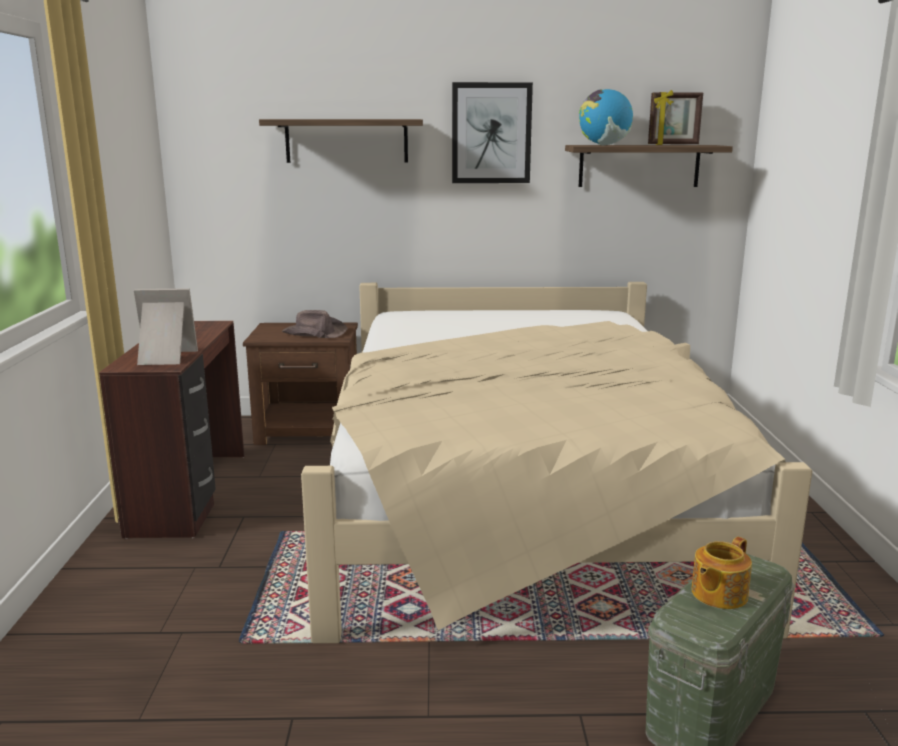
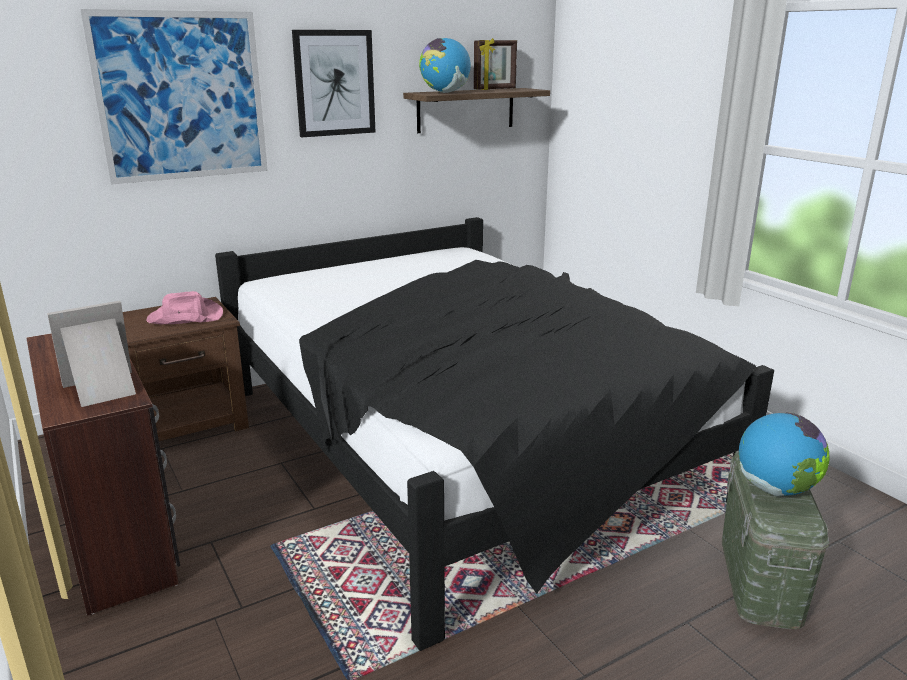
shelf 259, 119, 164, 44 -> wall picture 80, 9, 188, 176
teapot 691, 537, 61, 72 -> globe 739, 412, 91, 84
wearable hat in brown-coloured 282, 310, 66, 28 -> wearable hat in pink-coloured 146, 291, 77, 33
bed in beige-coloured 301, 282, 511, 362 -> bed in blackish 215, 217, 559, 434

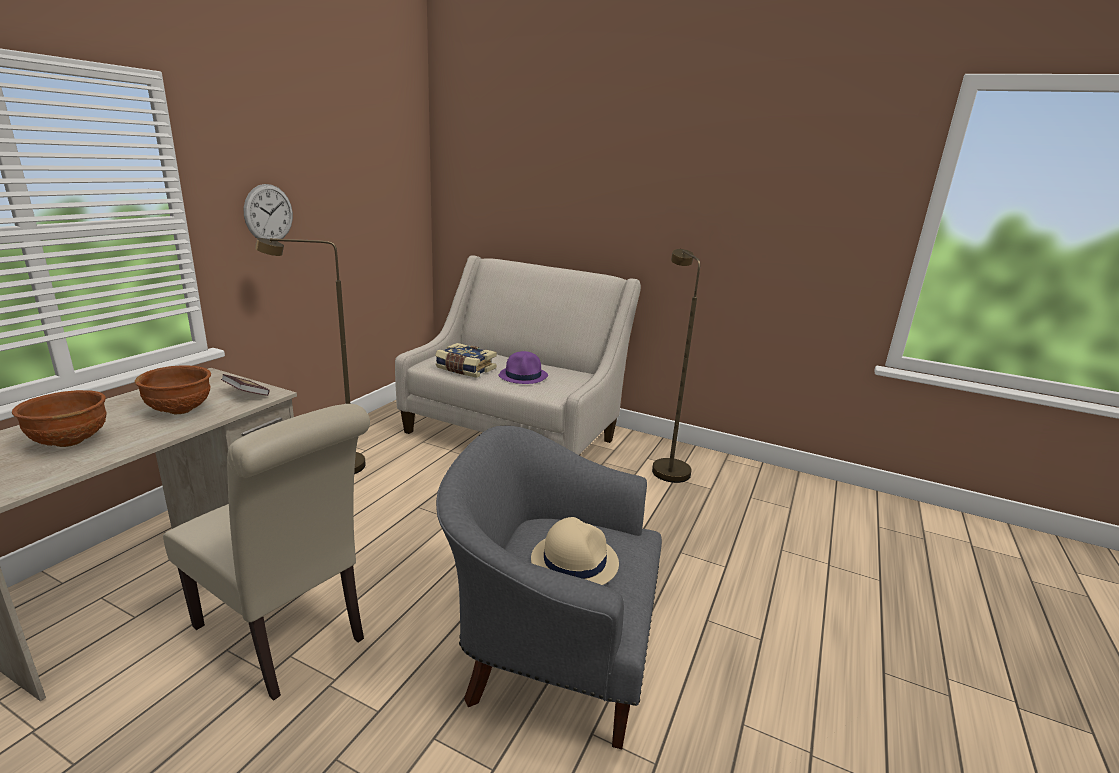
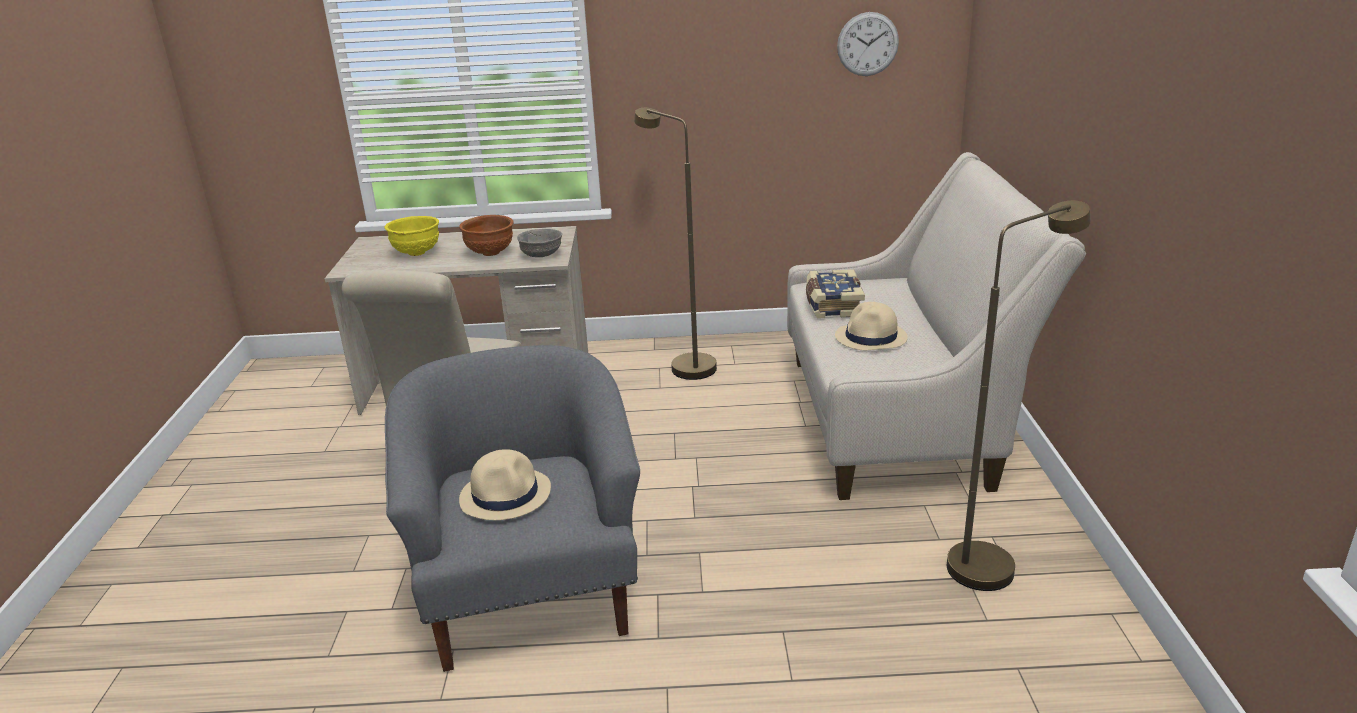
clock on the wall 244, 184, 49, 58 -> clock on the wall 837, 12, 62, 64, moved
book 221, 374, 49, 22 -> serving bowl in gray 517, 229, 45, 28
serving bowl in brown-coloured 12, 390, 94, 57 -> serving bowl in yellow-coloured 385, 216, 54, 40
wearable hat in purple-coloured 499, 351, 49, 33 -> wearable hat in beige-coloured 835, 302, 73, 48

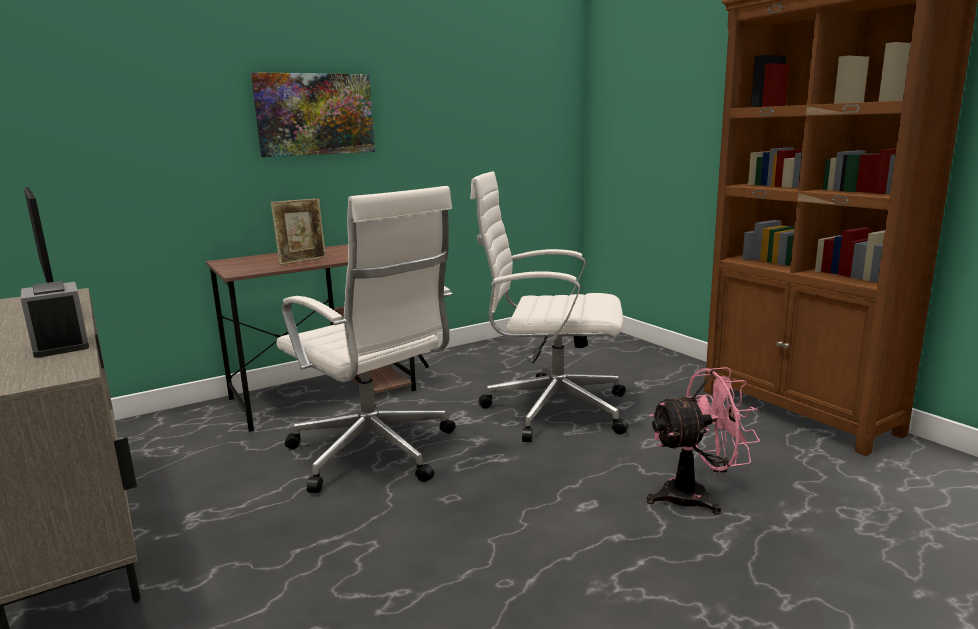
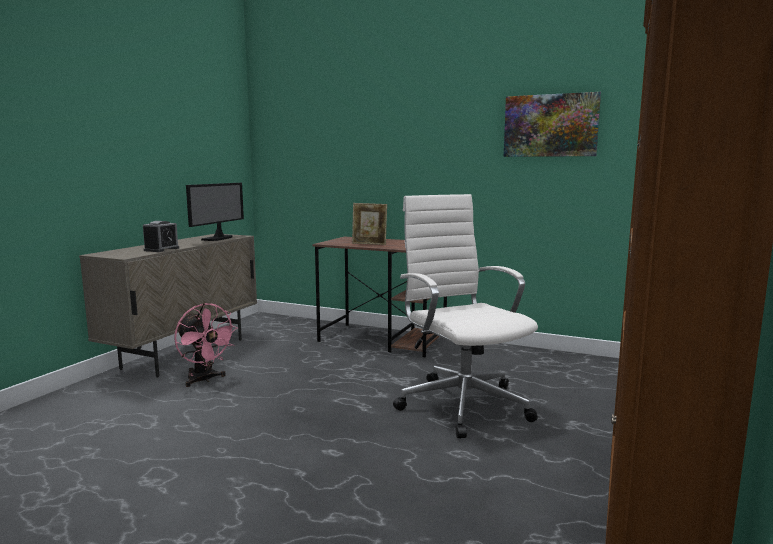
desk chair in whitish 276, 186, 180, 307 -> none
wall picture 251, 72, 124, 85 -> wall picture 504, 92, 97, 65, moved
cooling fan in pink-coloured 647, 367, 113, 148 -> cooling fan in pink-coloured 174, 303, 64, 84, moved

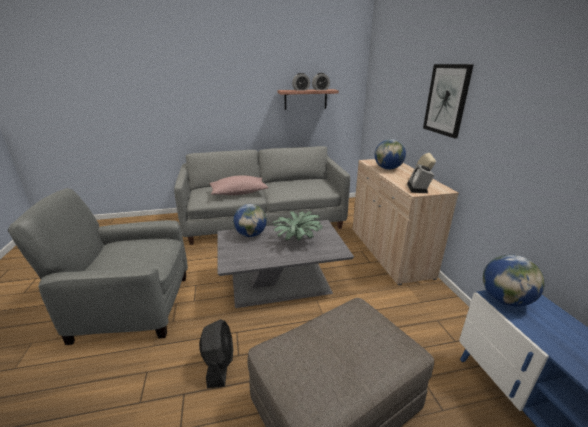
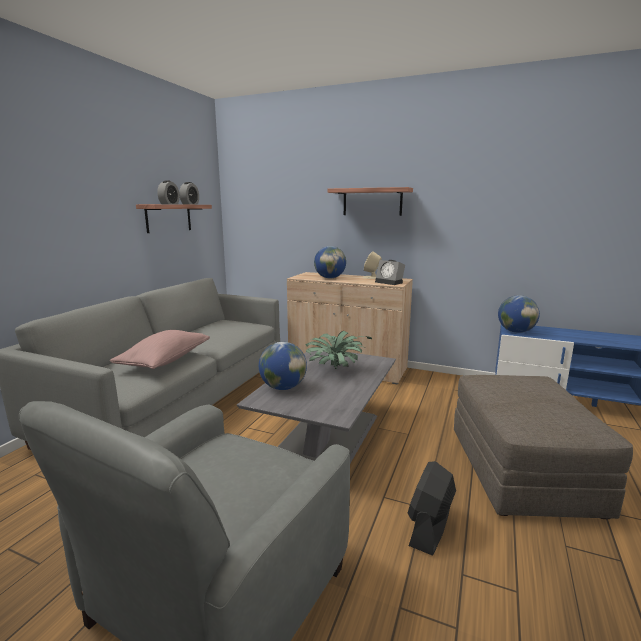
wall picture 423, 64, 51, 74 -> shelf 327, 187, 86, 29
cooling fan in blackish 199, 319, 34, 69 -> cooling fan in blackish 408, 461, 48, 95, 90 degrees counterclockwise

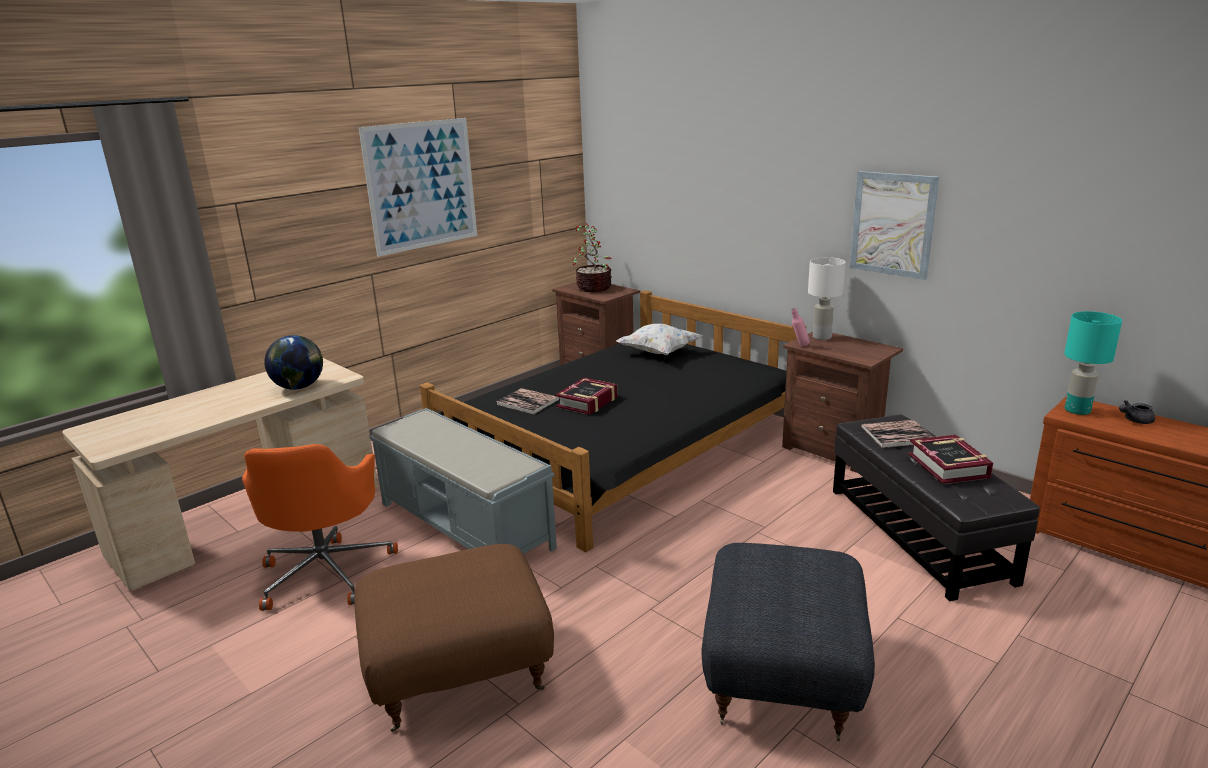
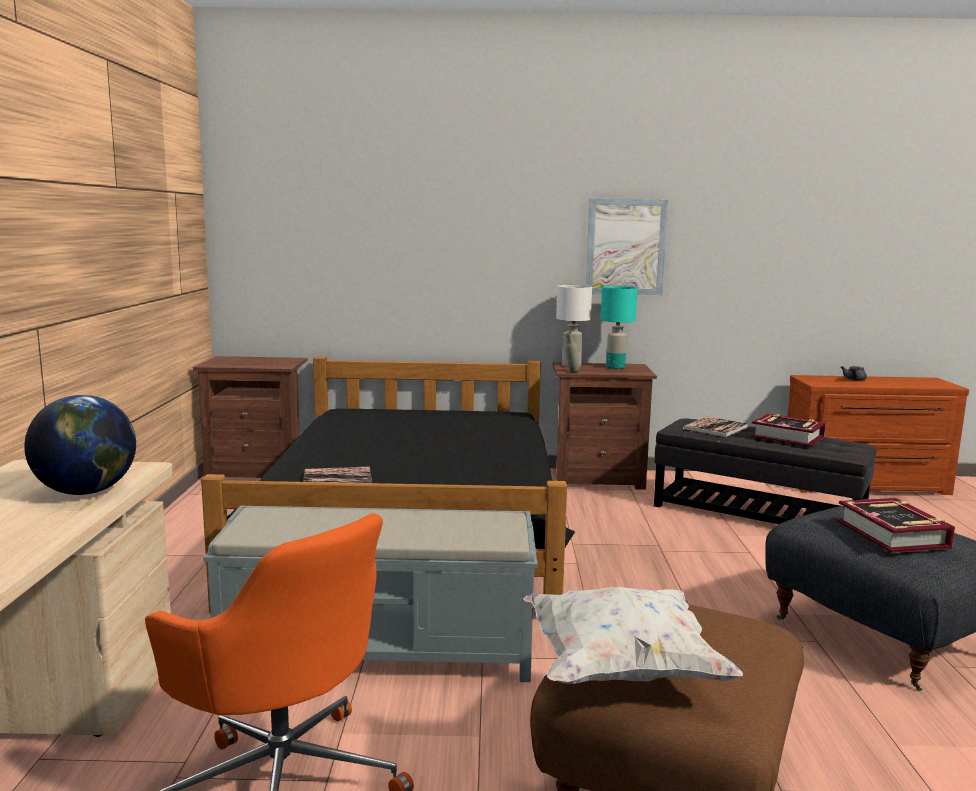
wall picture 358, 118, 119, 139 -> none
plant in a pot 571, 224, 41, 68 -> none
book 555, 378, 63, 37 -> book 837, 498, 118, 55, moved
pillow in whitish 616, 324, 86, 31 -> pillow in whitish 524, 587, 219, 97, moved
tabletop lamp in turquoise 1064, 311, 58, 104 -> tabletop lamp in turquoise 601, 286, 36, 83, moved
bottle in pink-coloured 791, 308, 19, 39 -> bottle in gray 565, 332, 15, 40

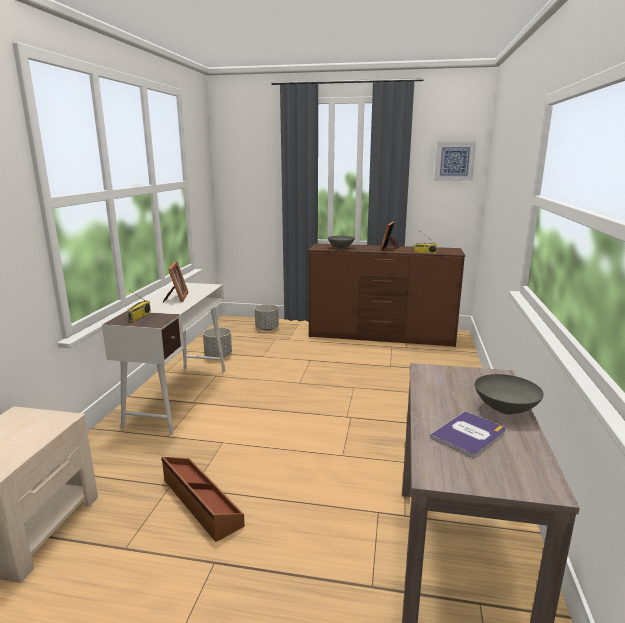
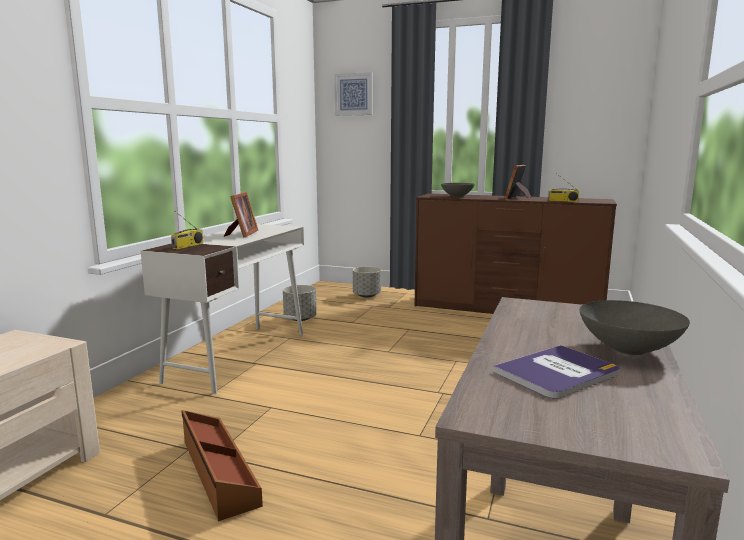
wall picture 434, 142, 42, 39 -> wall picture 334, 72, 39, 44, moved

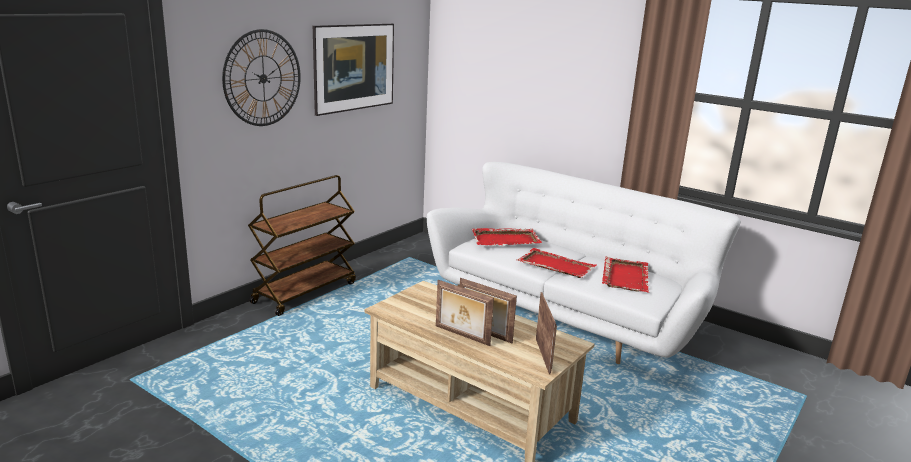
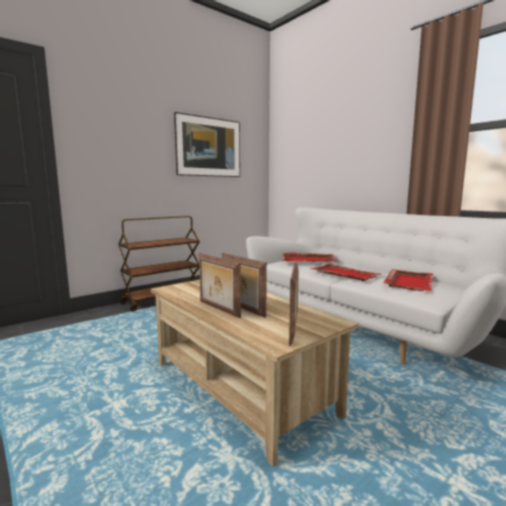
clock on the wall 222, 29, 79, 97 -> none

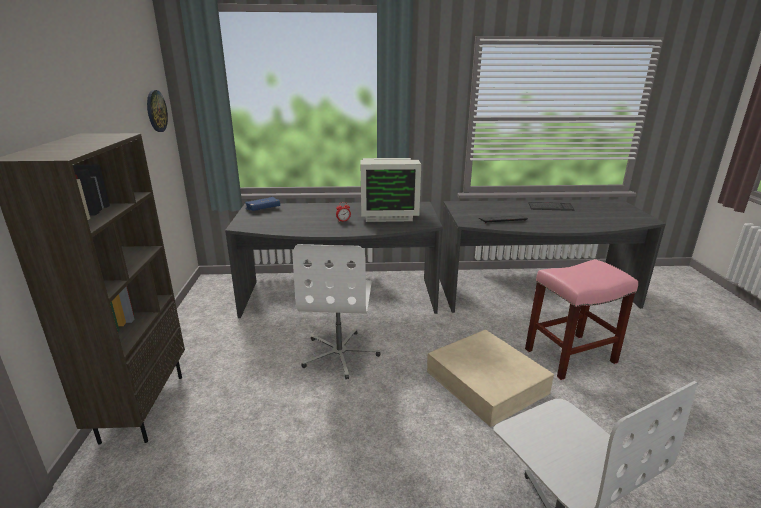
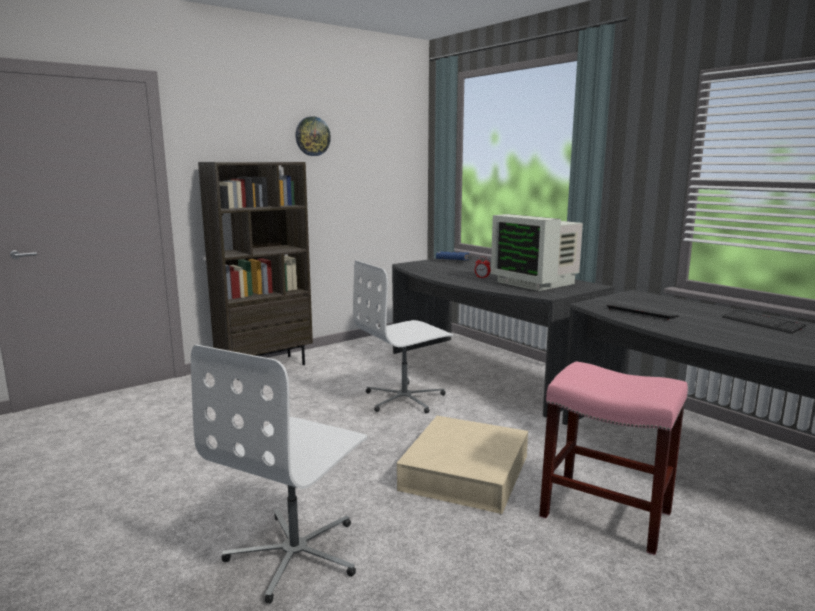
clock on the wall 147, 90, 21, 42 -> clock on the wall 295, 116, 36, 40, moved

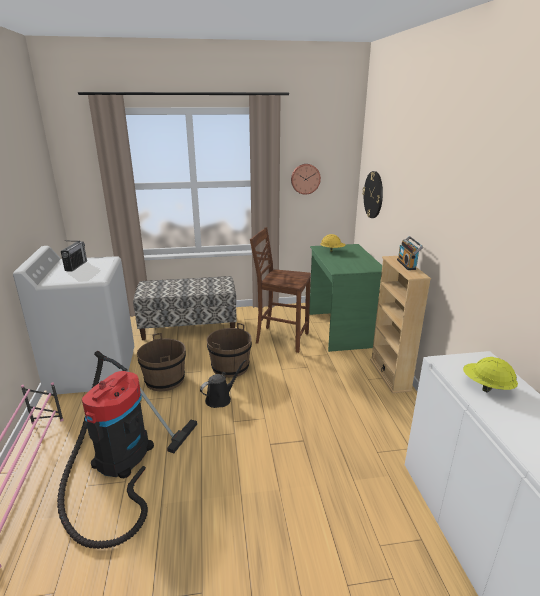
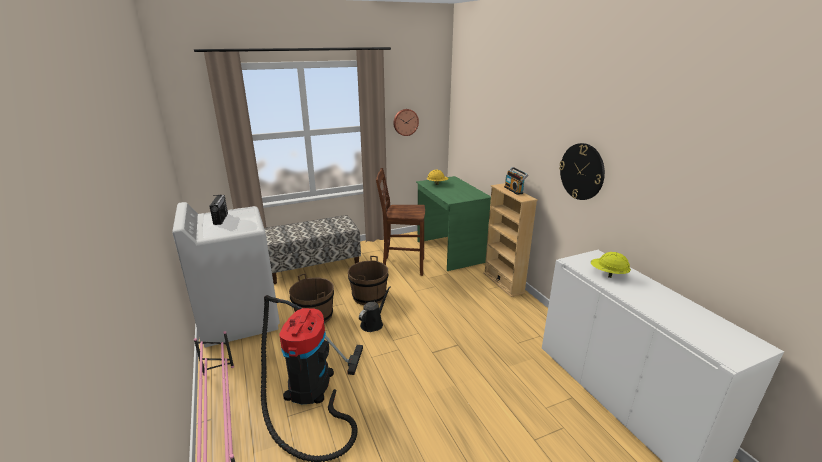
clock on the wall 362, 171, 21, 47 -> clock on the wall 559, 143, 46, 57, moved

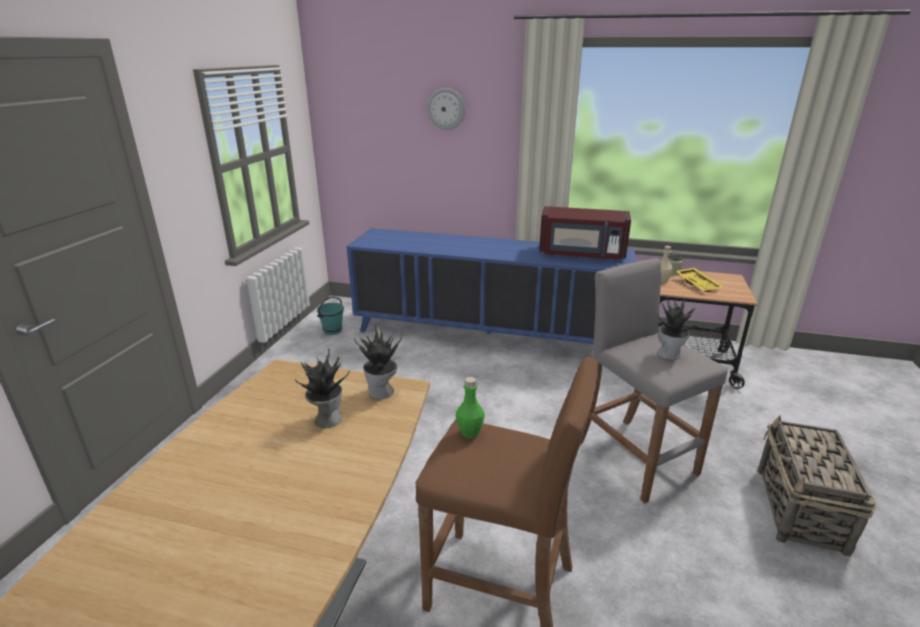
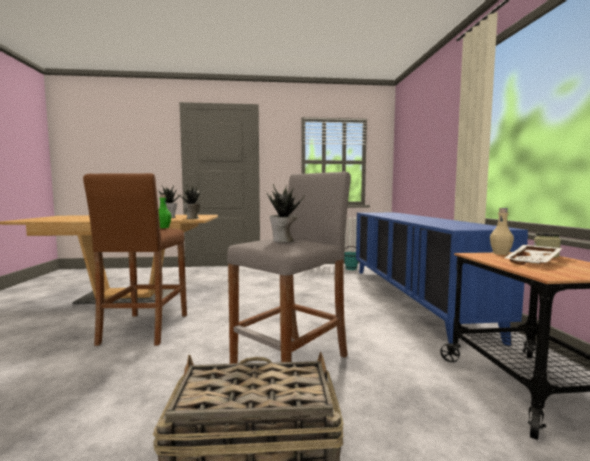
clock on the wall 427, 88, 38, 42 -> none
microwave in red-coloured 539, 206, 92, 54 -> none
tray in yellow-coloured 676, 268, 47, 24 -> tray in whitish 505, 245, 57, 20

